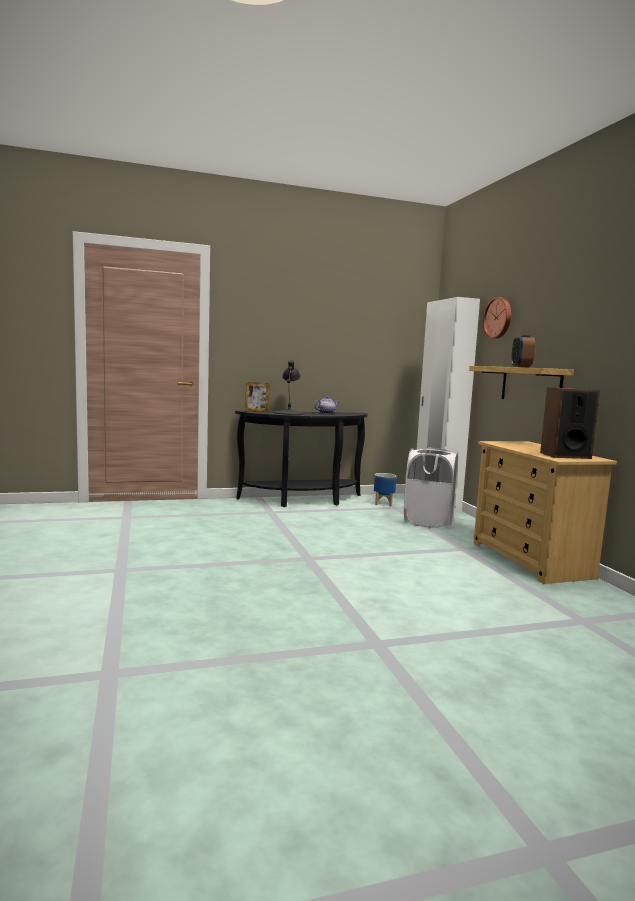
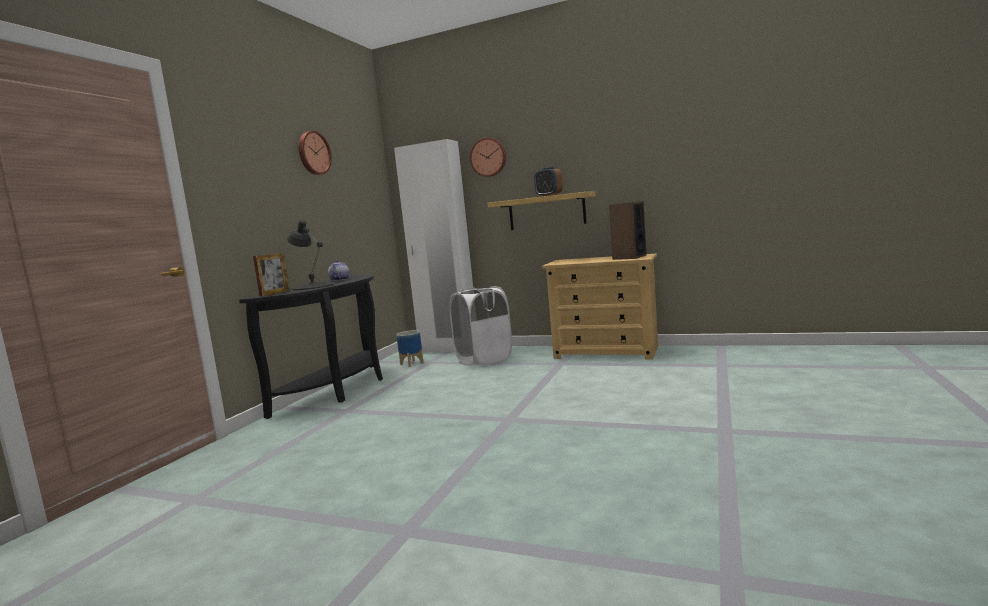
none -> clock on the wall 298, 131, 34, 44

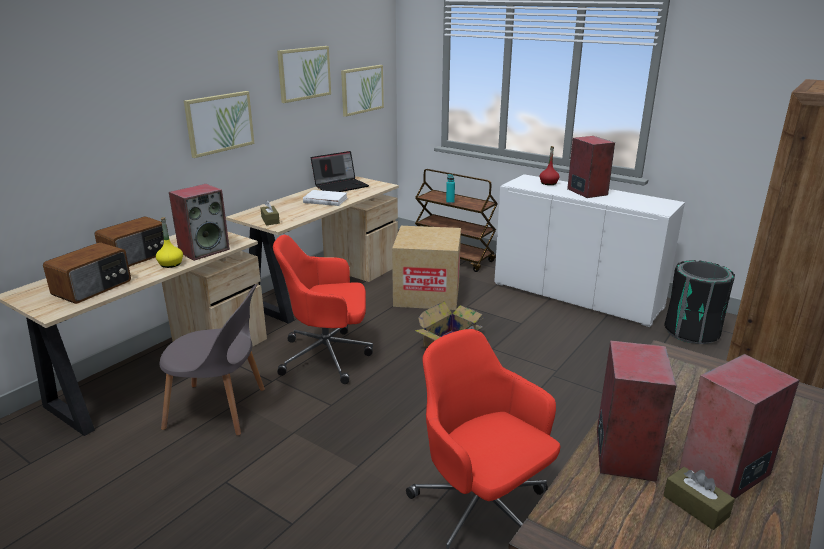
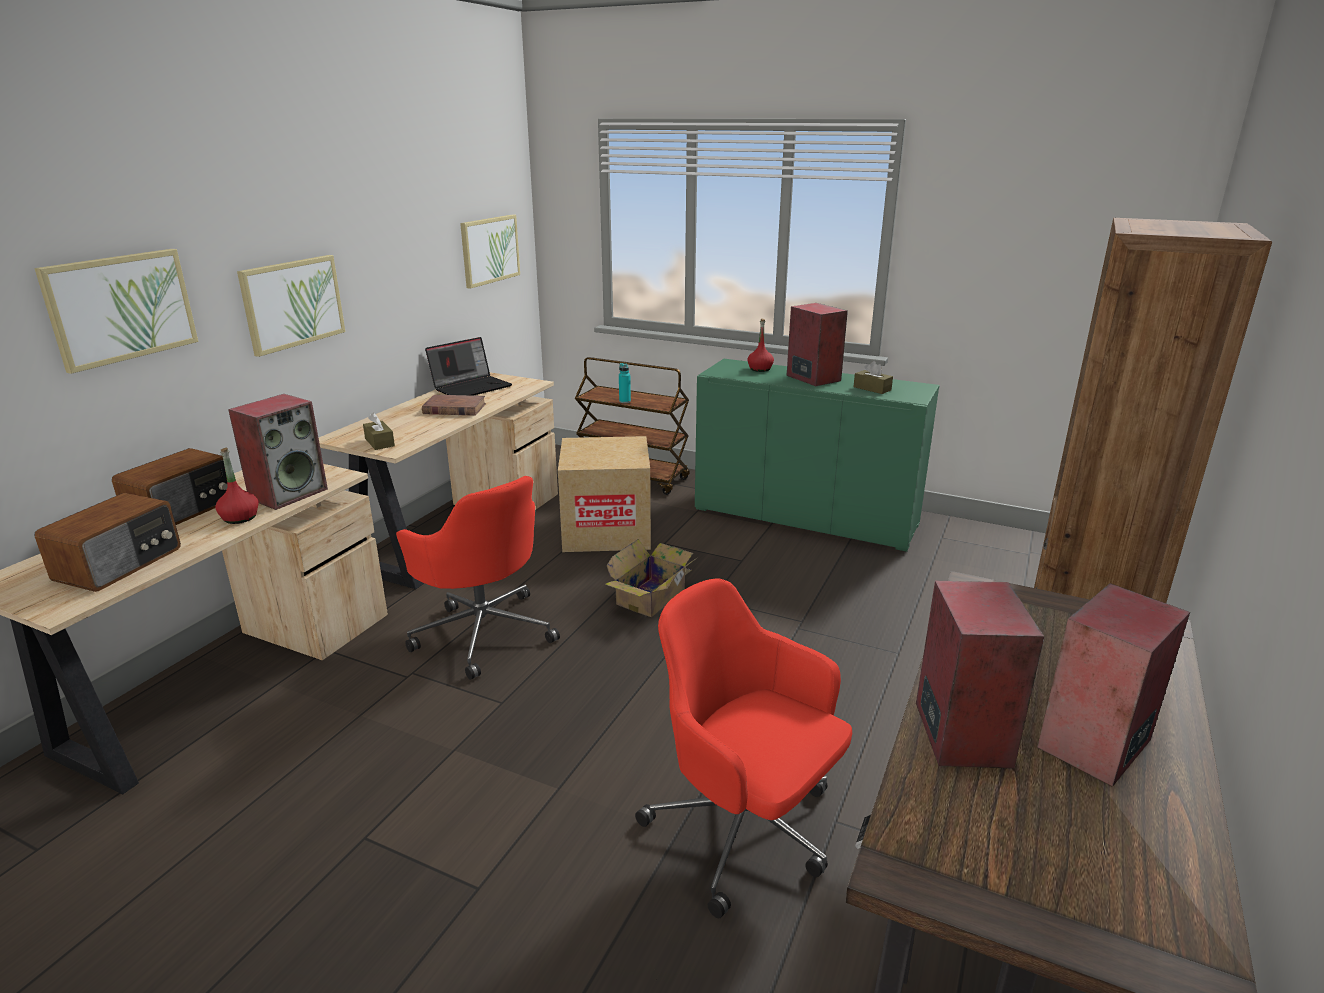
plain chair in gray 160, 284, 105, 152 -> none
rubbish bin in blackish 664, 260, 71, 84 -> none
wall picture 277, 46, 54, 57 -> wall picture 34, 249, 164, 125, moved
tissue box in brown-coloured 663, 467, 72, 63 -> tissue box in brown-coloured 854, 361, 39, 33, moved
bottle in yellow-coloured 156, 217, 27, 51 -> bottle in red-coloured 215, 448, 44, 76
book in whitish 303, 190, 45, 16 -> book in brown-coloured 422, 395, 64, 21
storage cabinet in whitish 494, 174, 191, 153 -> storage cabinet in green 695, 359, 244, 193
desk chair in red-coloured 273, 235, 100, 149 -> desk chair in red-coloured 396, 476, 164, 204, 120 degrees counterclockwise

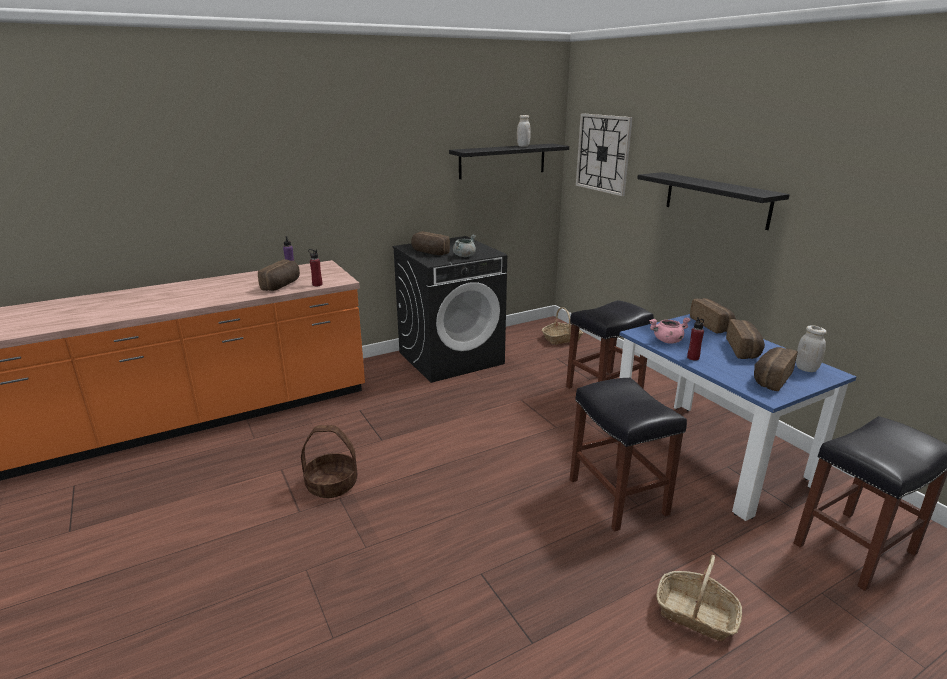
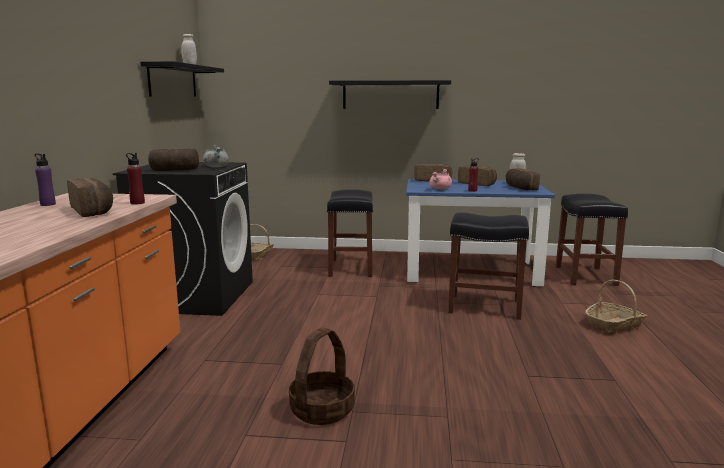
clock on the wall 576, 113, 57, 83 -> none

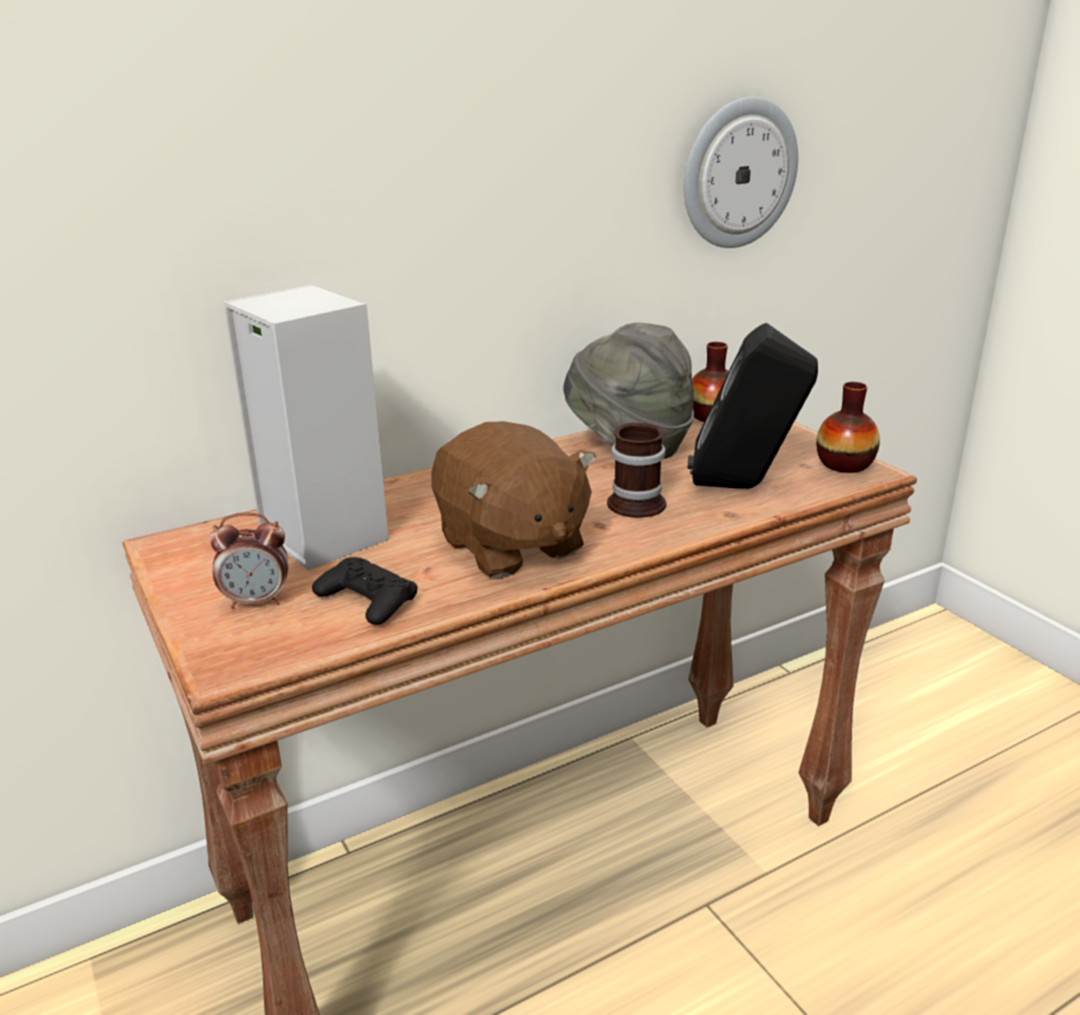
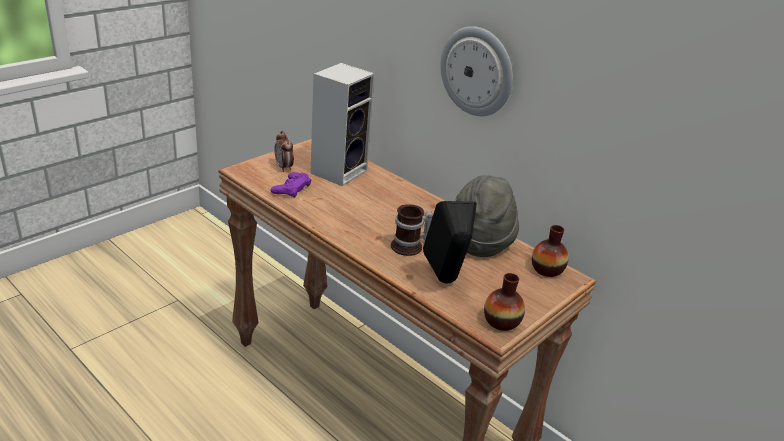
soft toy in brown-coloured 432, 421, 164, 157 -> none
clock on the wall 684, 97, 114, 151 -> clock on the wall 440, 26, 73, 90, moved
gamepad in blackish 312, 557, 106, 68 -> gamepad in purple-coloured 271, 172, 40, 26

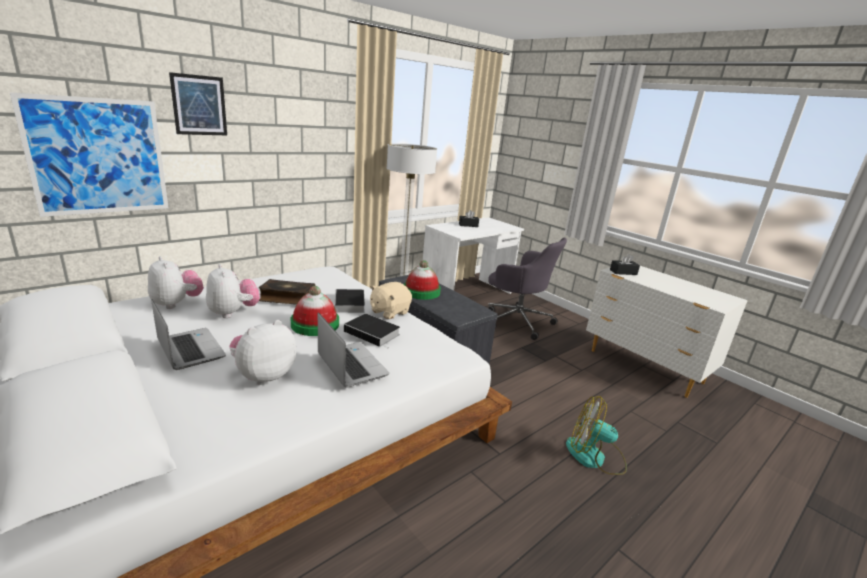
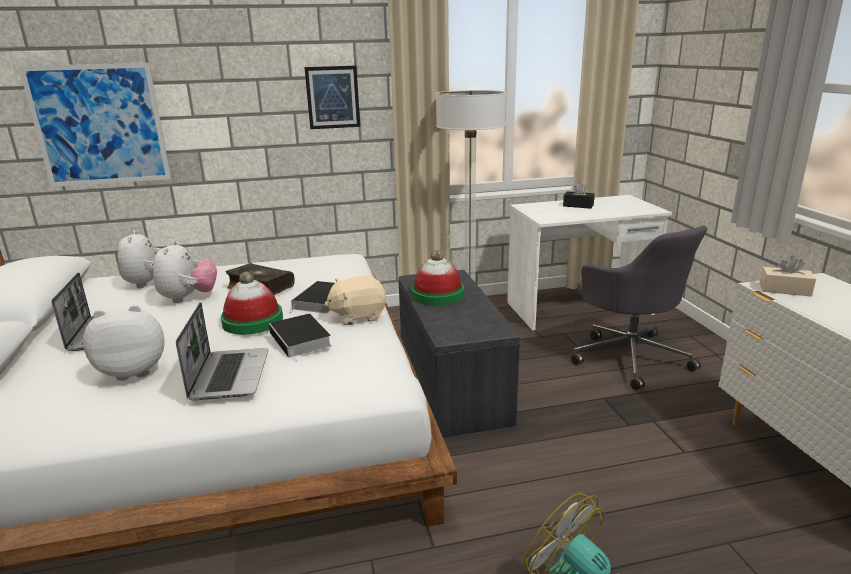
wall picture 169, 72, 58, 63 -> wall picture 304, 66, 56, 63, moved
tissue box in blackish 610, 254, 30, 21 -> tissue box in beige-coloured 759, 256, 57, 40

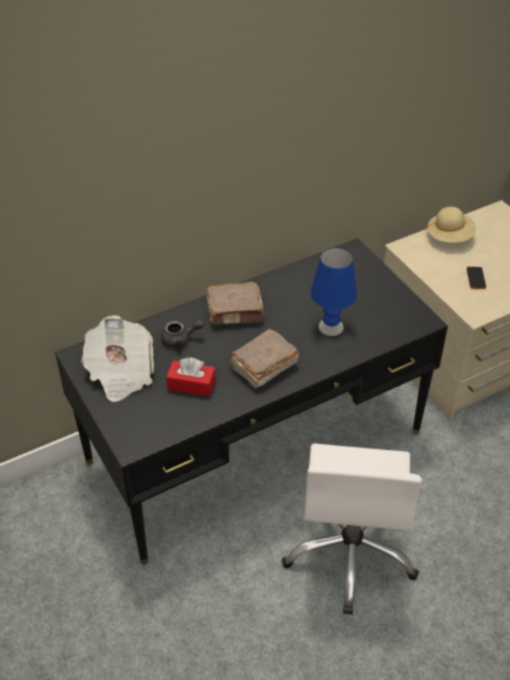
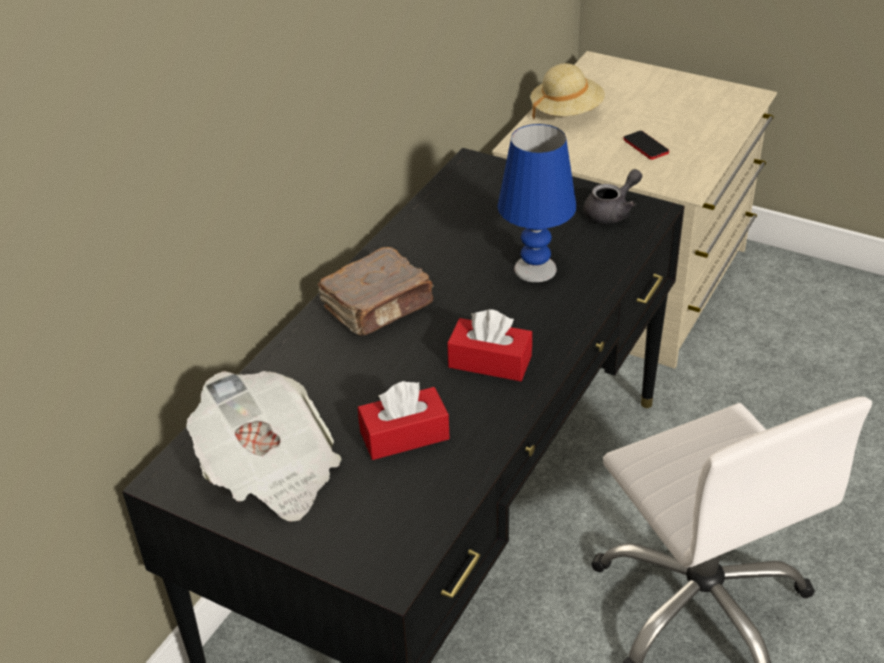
teapot in gray 161, 320, 43, 27 -> teapot in gray 583, 169, 59, 55, moved
book in brown-coloured 229, 329, 70, 60 -> tissue box in red-coloured 447, 309, 85, 72

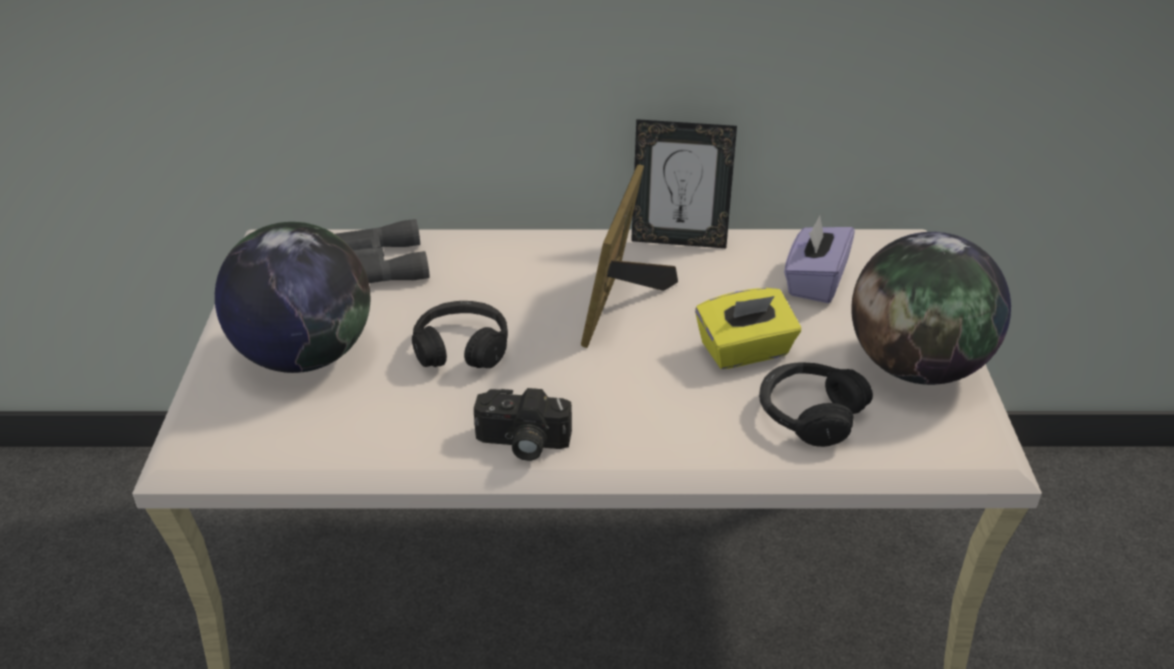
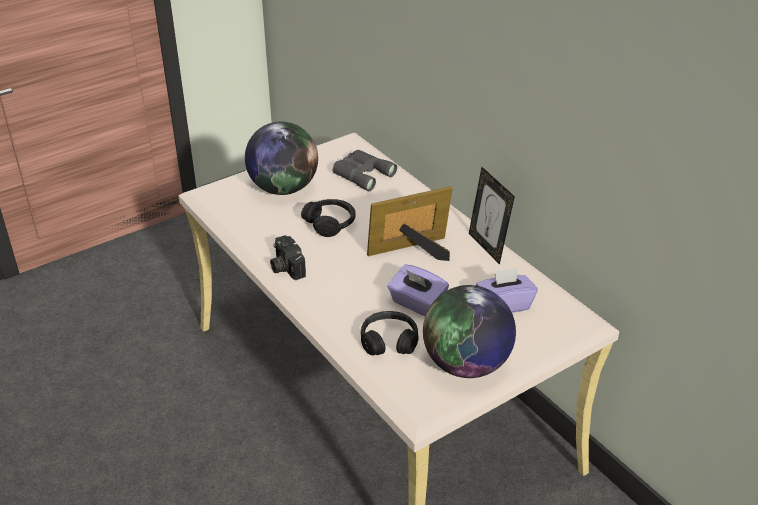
tissue box in yellow-coloured 695, 288, 106, 81 -> tissue box in purple-coloured 388, 264, 61, 52

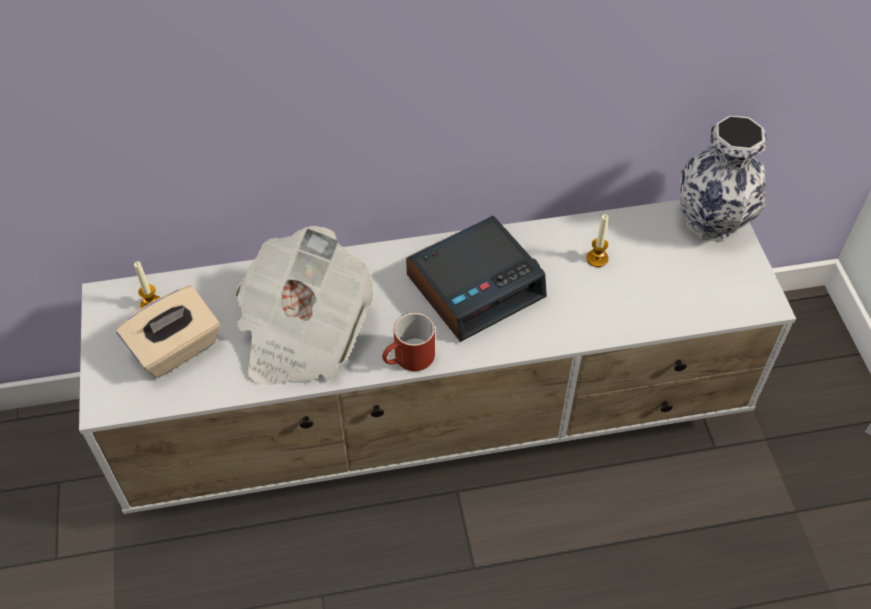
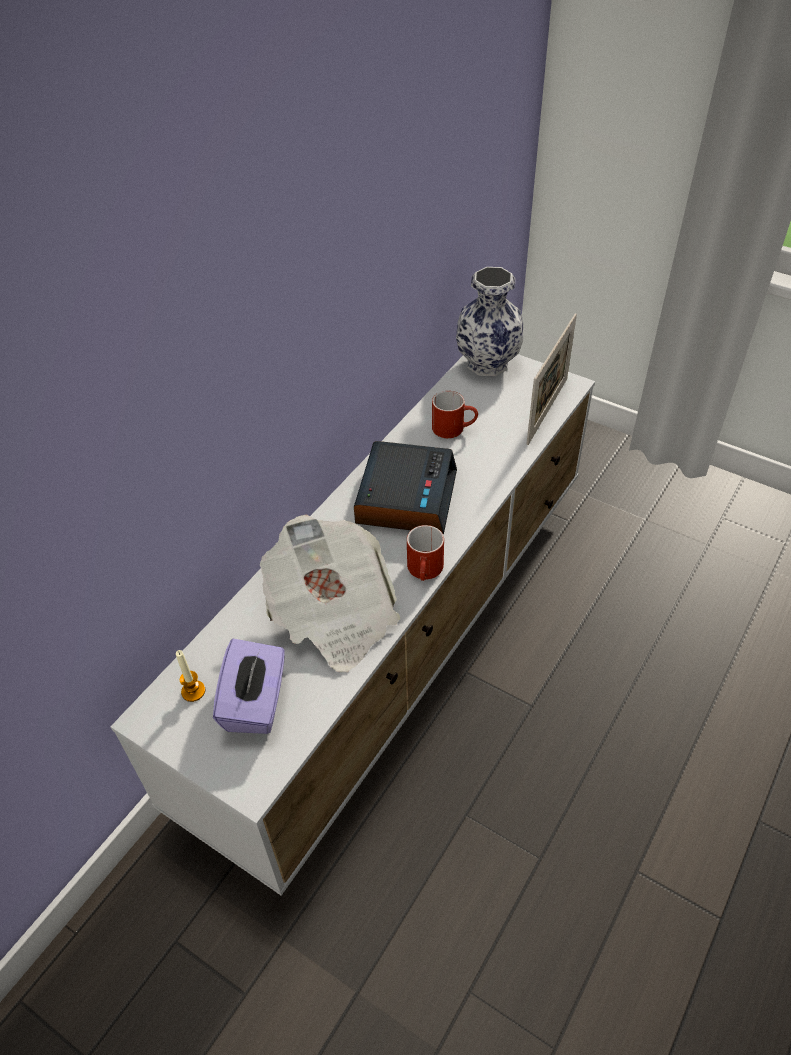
none -> photo frame 526, 313, 51, 132
candle 586, 214, 22, 53 -> mug in red-coloured 432, 391, 46, 47
tissue box in beige-coloured 116, 285, 104, 93 -> tissue box in purple-coloured 213, 639, 72, 95

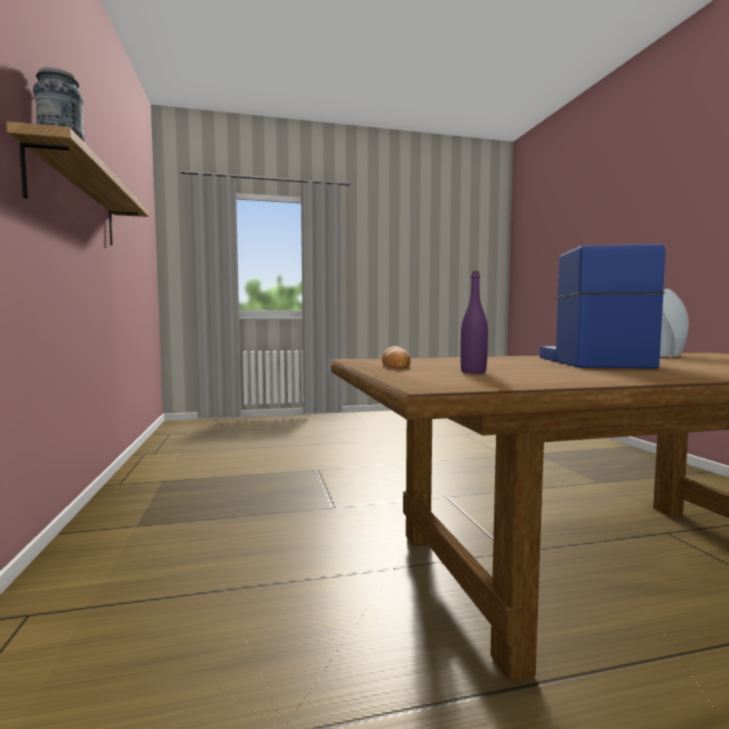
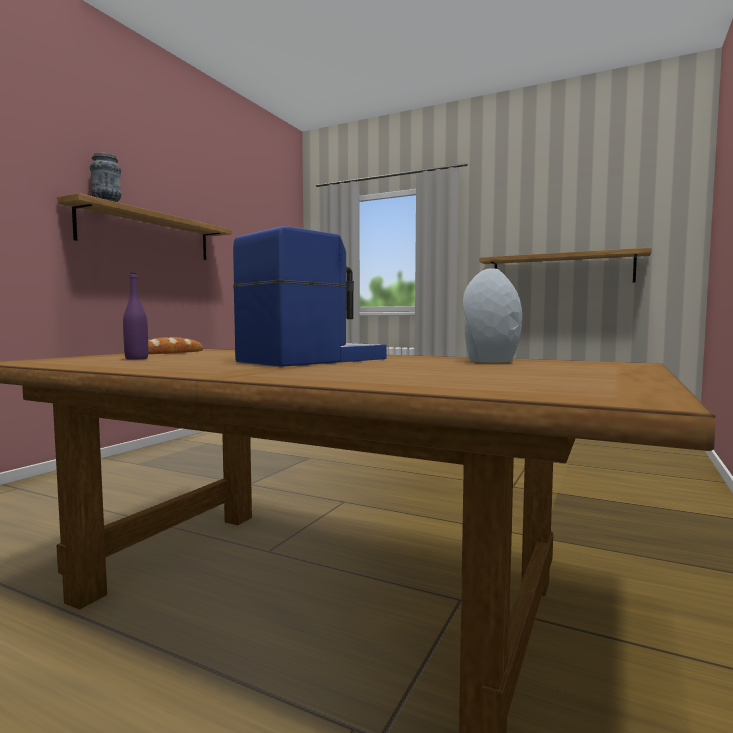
none -> shelf 479, 247, 173, 36

